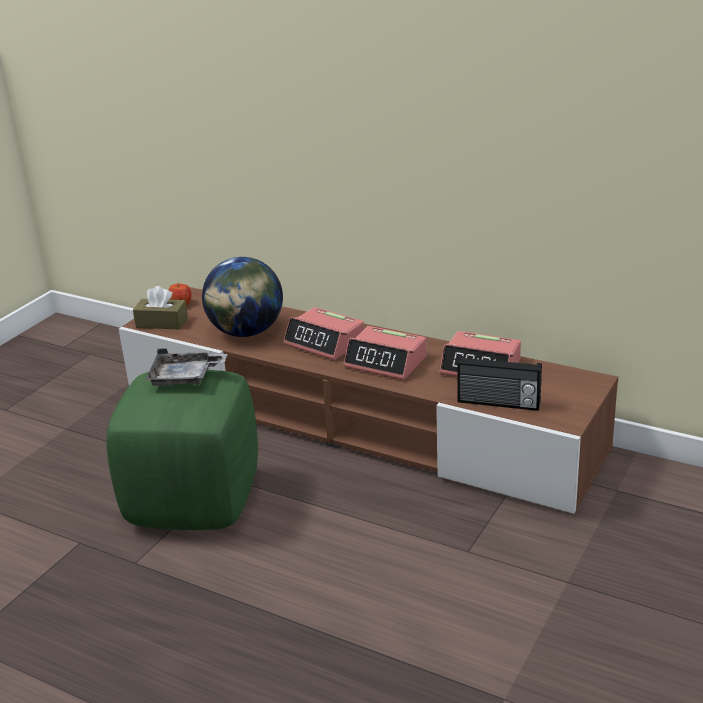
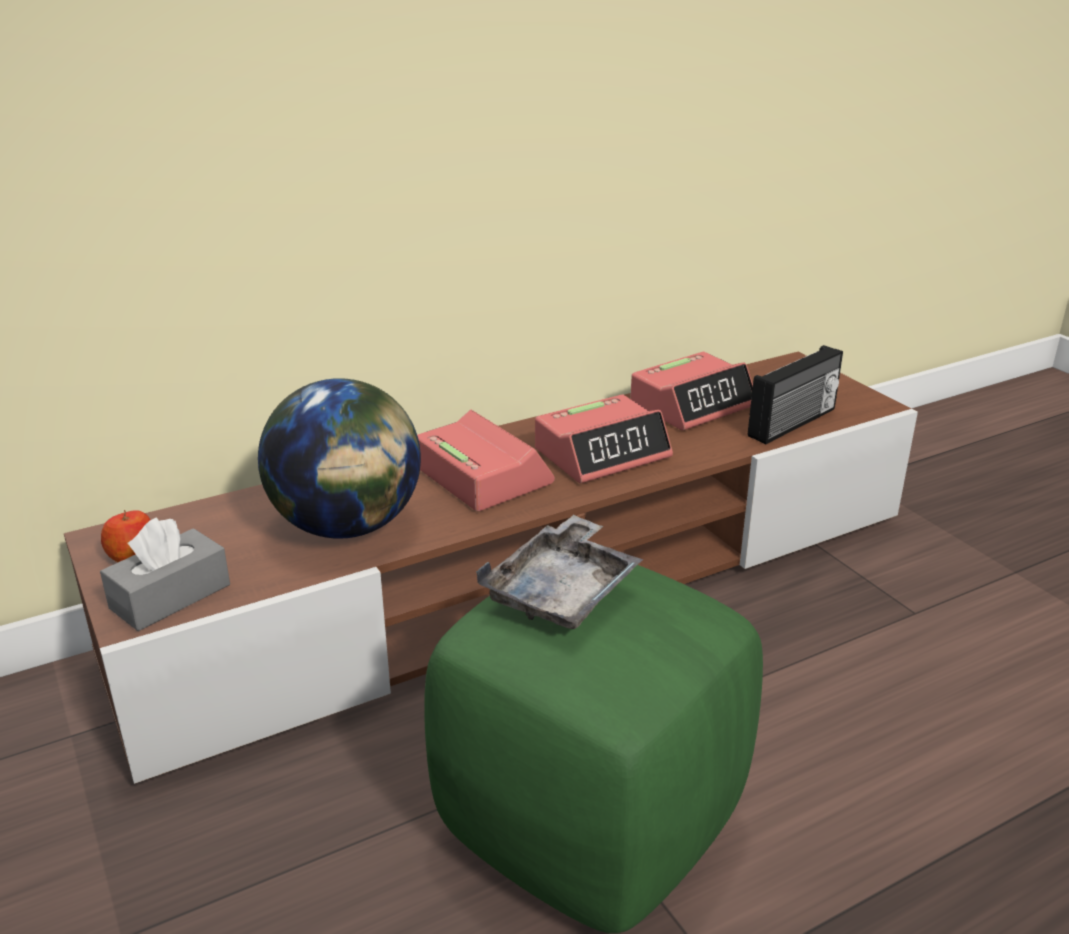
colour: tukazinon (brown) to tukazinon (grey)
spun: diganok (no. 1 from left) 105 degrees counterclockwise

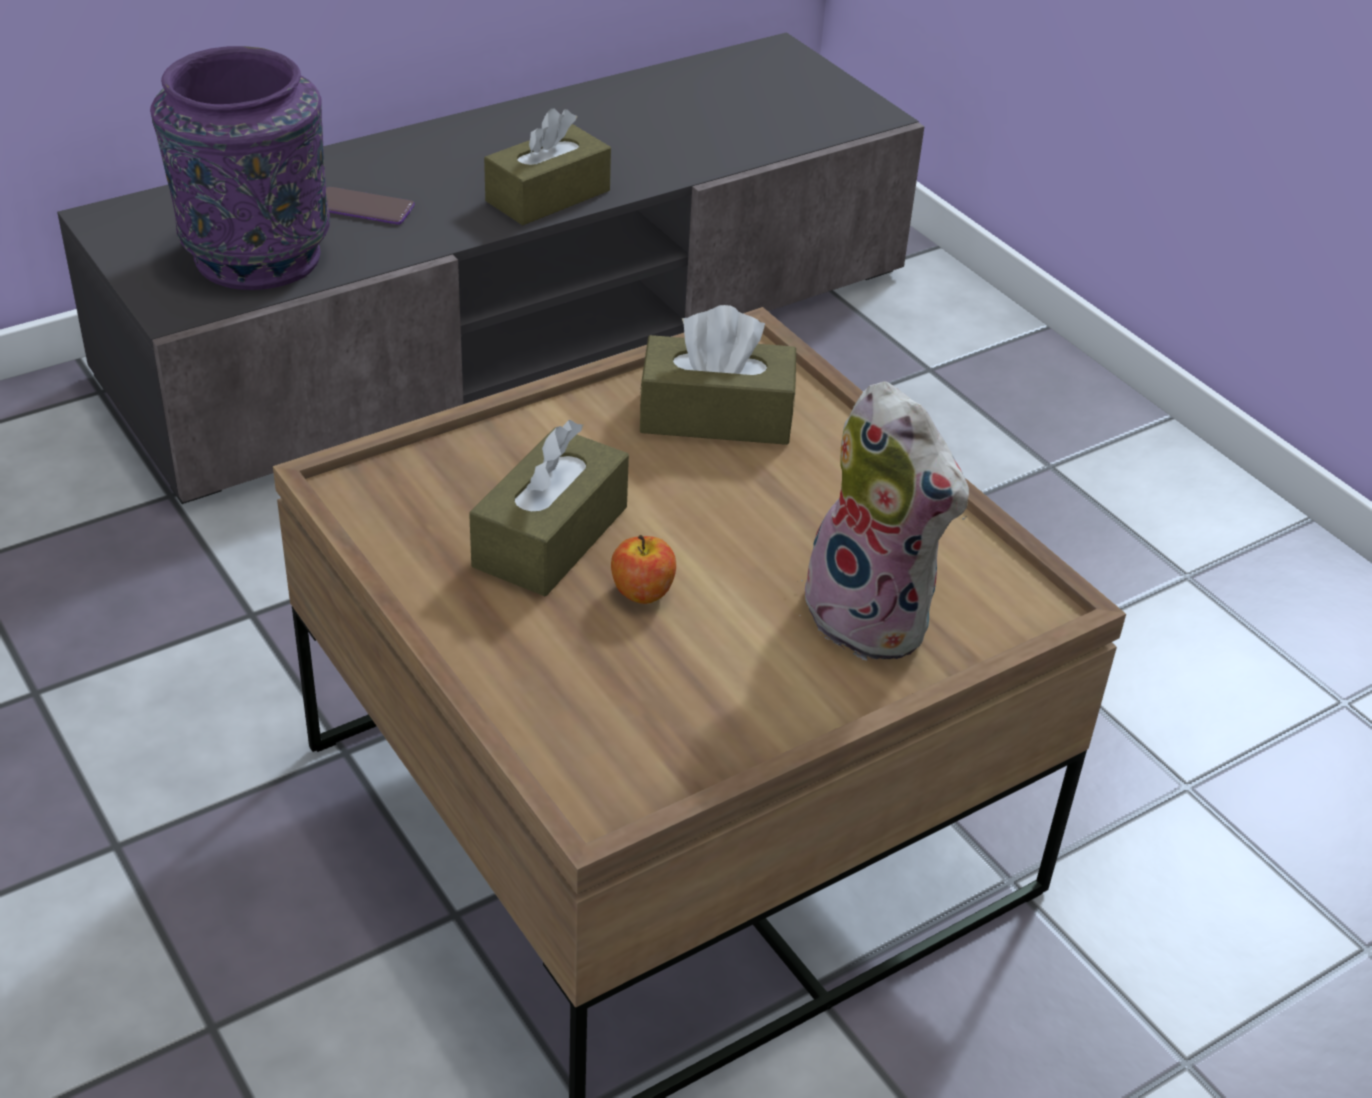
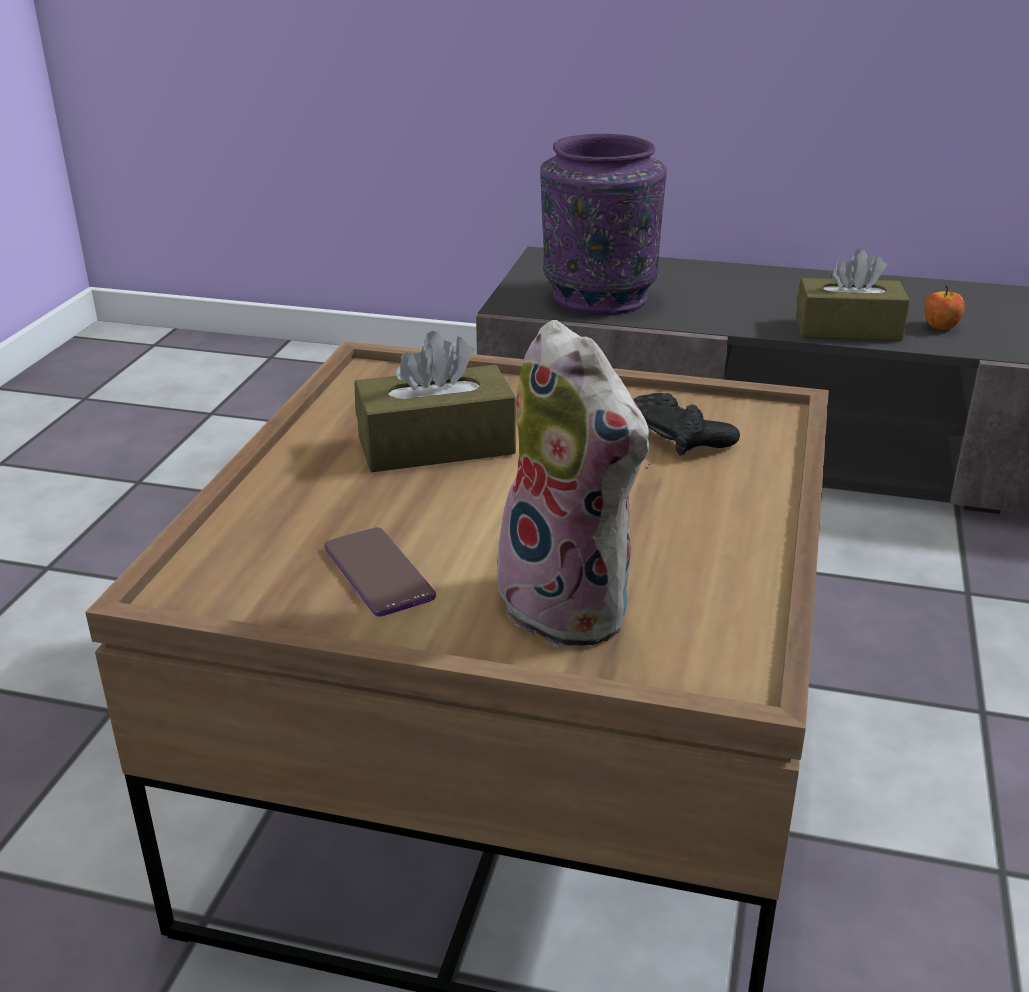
relocated: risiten; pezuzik
exchanged: tukazinon (brown) (no. 3 from left) to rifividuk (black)
spun: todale 45 degrees counterclockwise

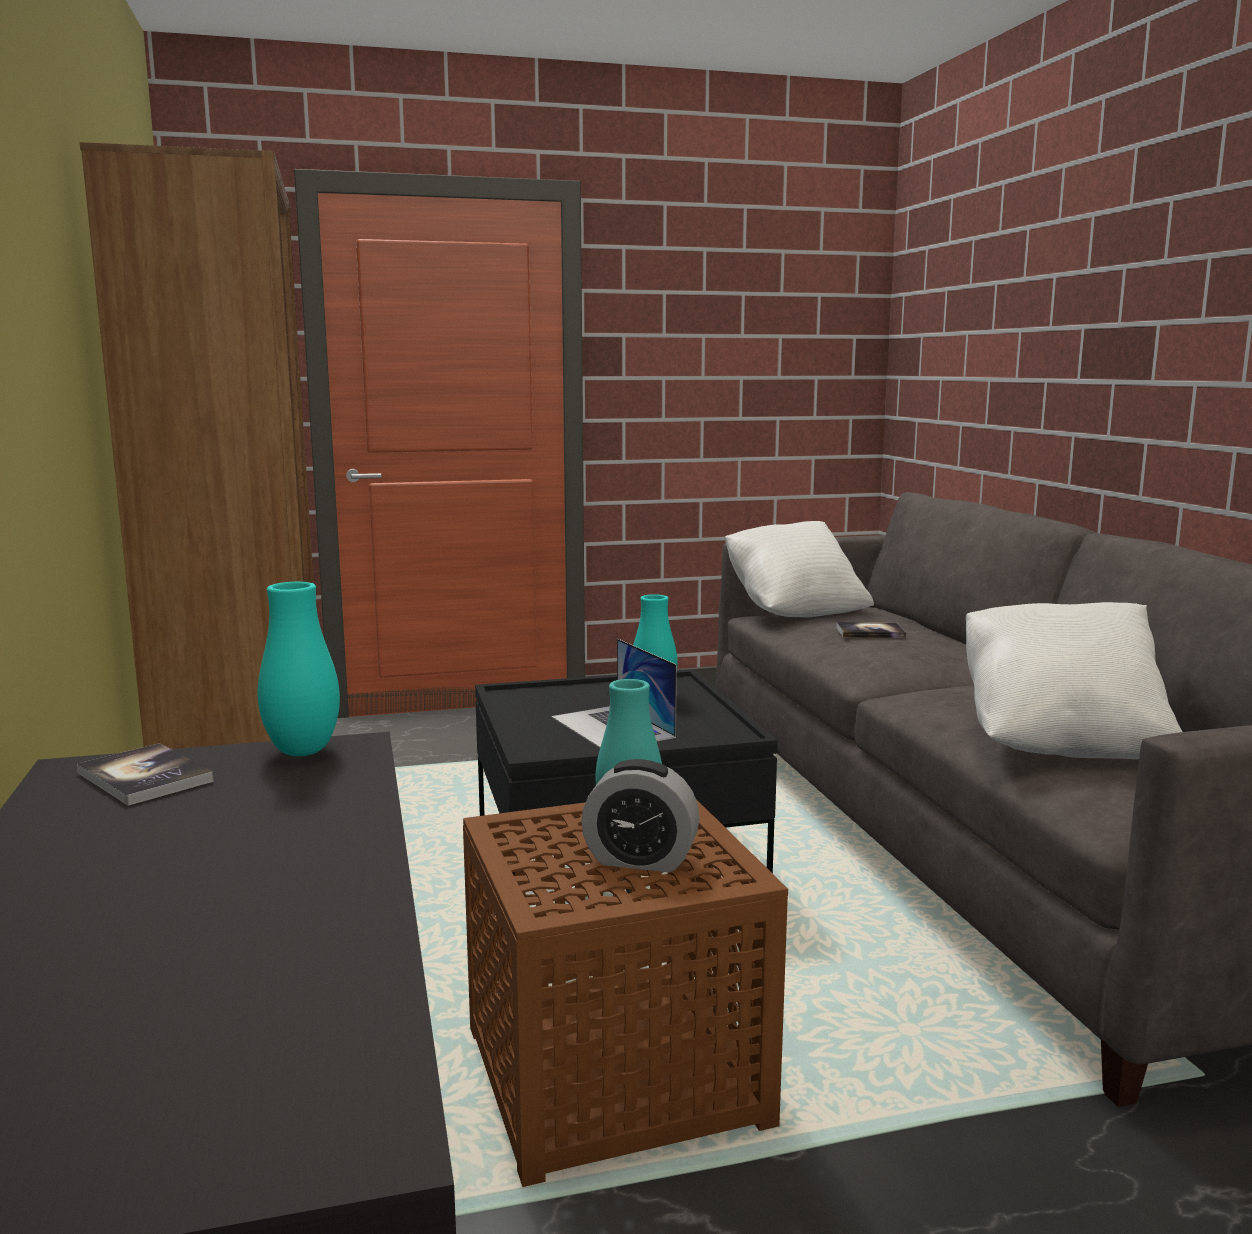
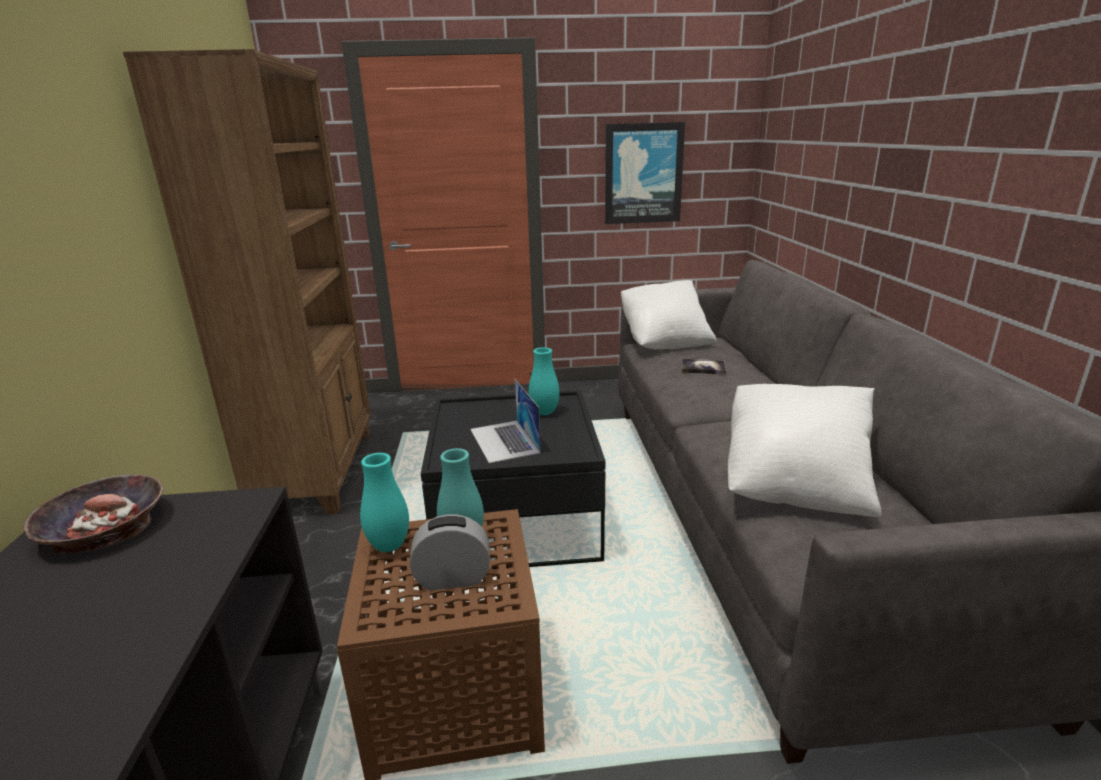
appeared: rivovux
relocated: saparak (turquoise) (no. 1 from left)
exchanged: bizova (no. 1 from left) to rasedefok
spun: diganok 150 degrees clockwise

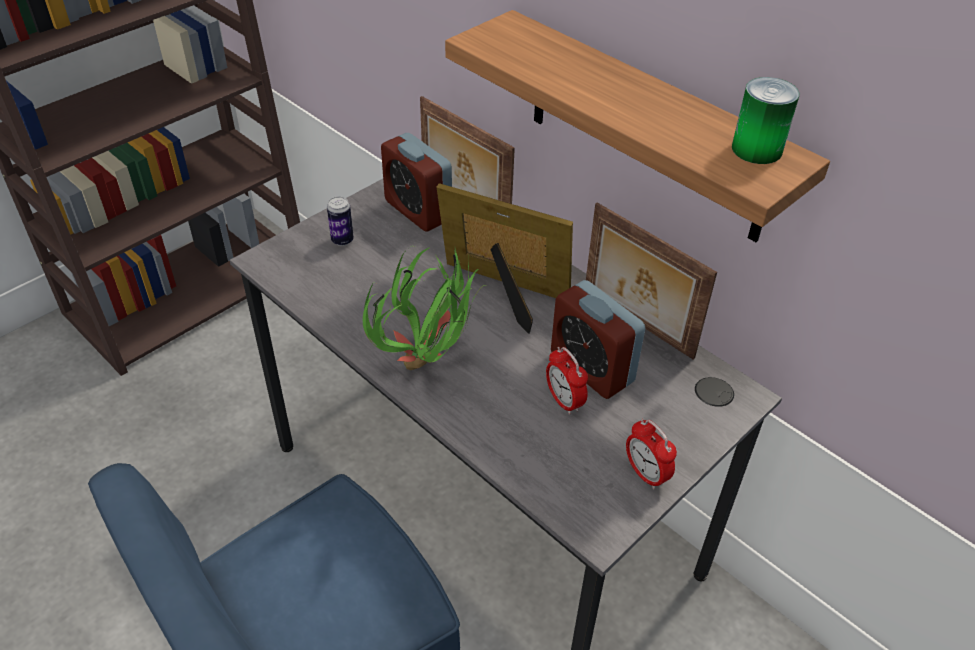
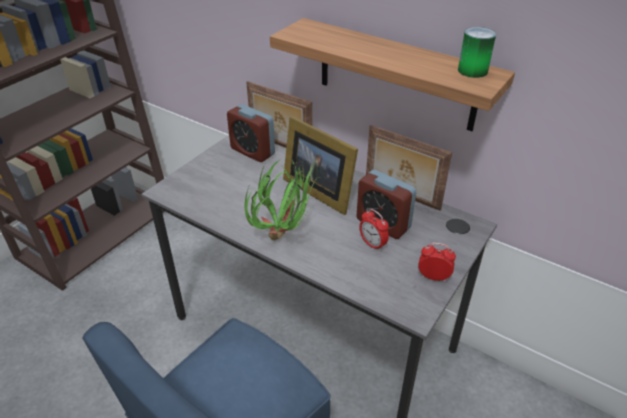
missing: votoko (no. 1 from left)
spun: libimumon (no. 2 from left) 150 degrees counterclockwise; diganok (no. 4 from left) 150 degrees clockwise

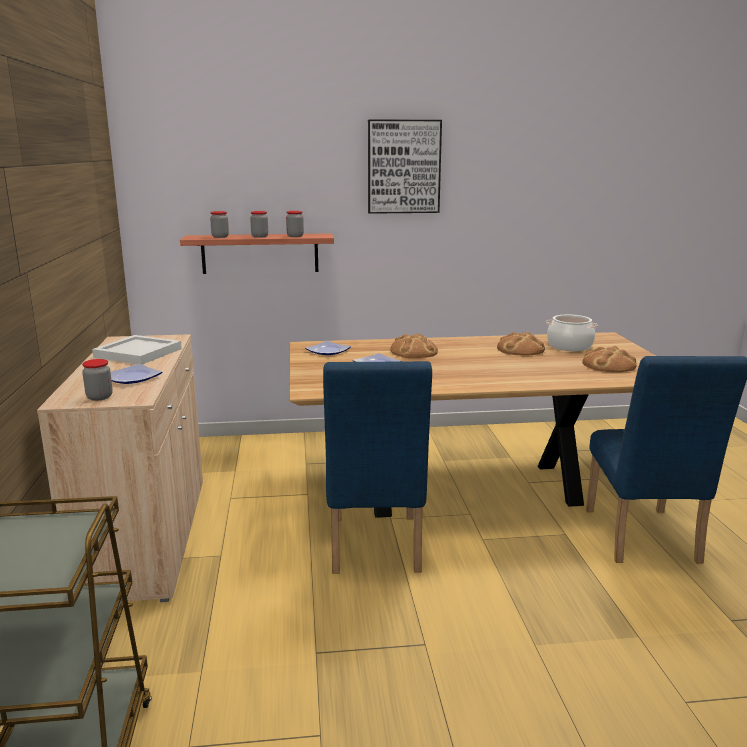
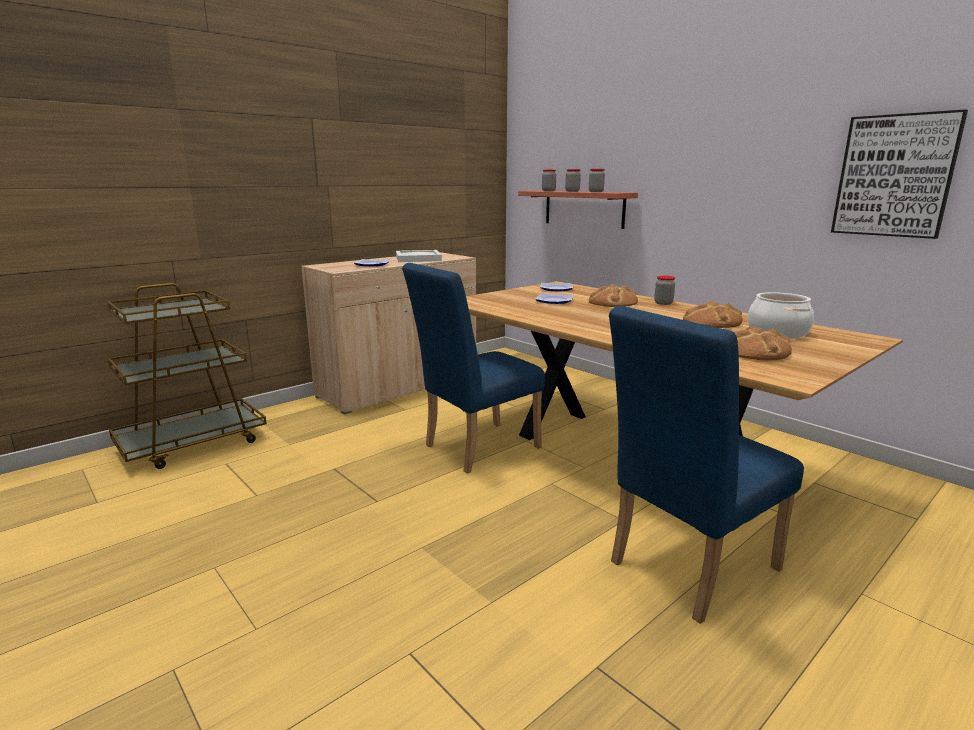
relocated: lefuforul (no. 1 from left in the first image) to lefuforul (no. 4 from left); rivovux

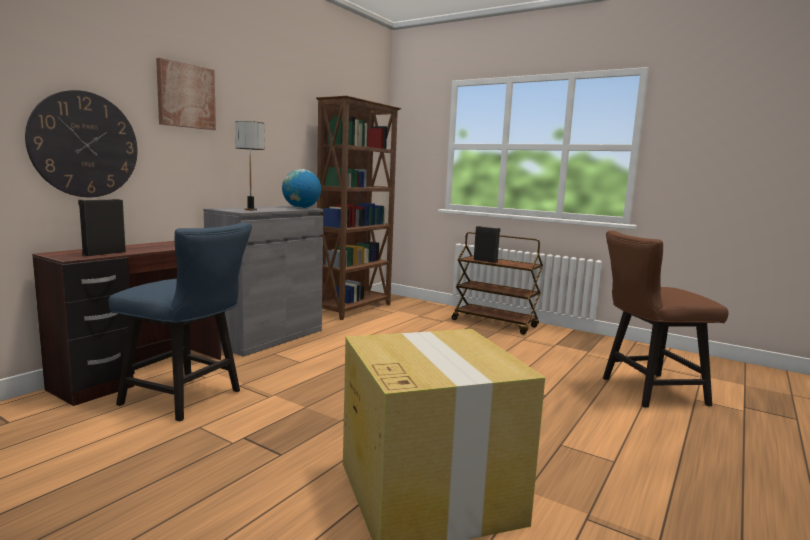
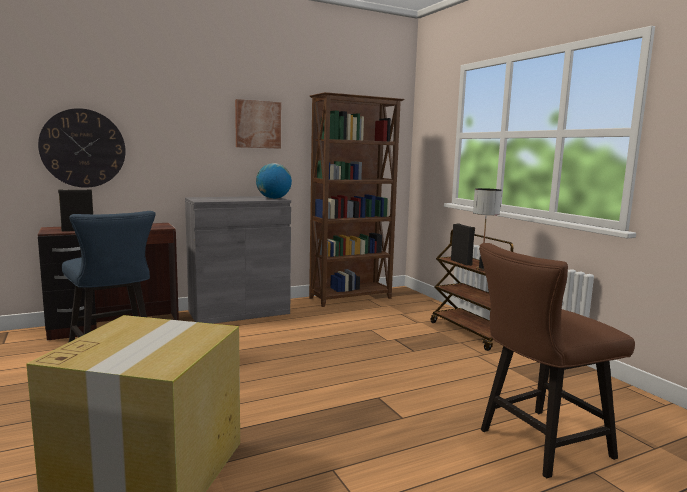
relocated: rivovux; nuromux
spun: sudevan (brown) 45 degrees counterclockwise

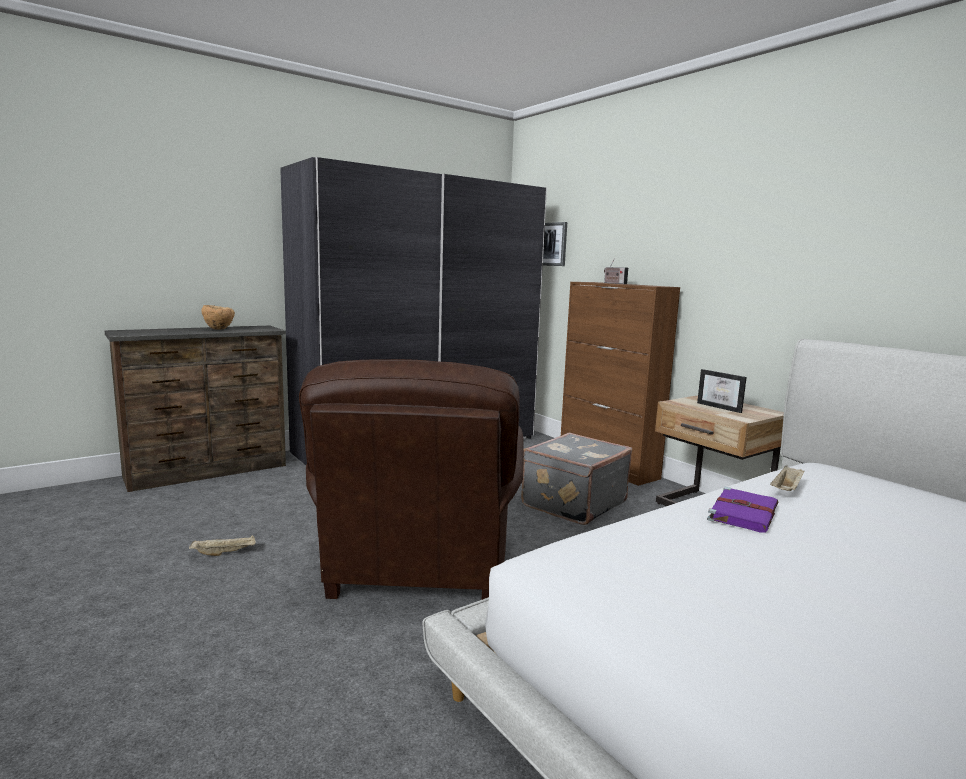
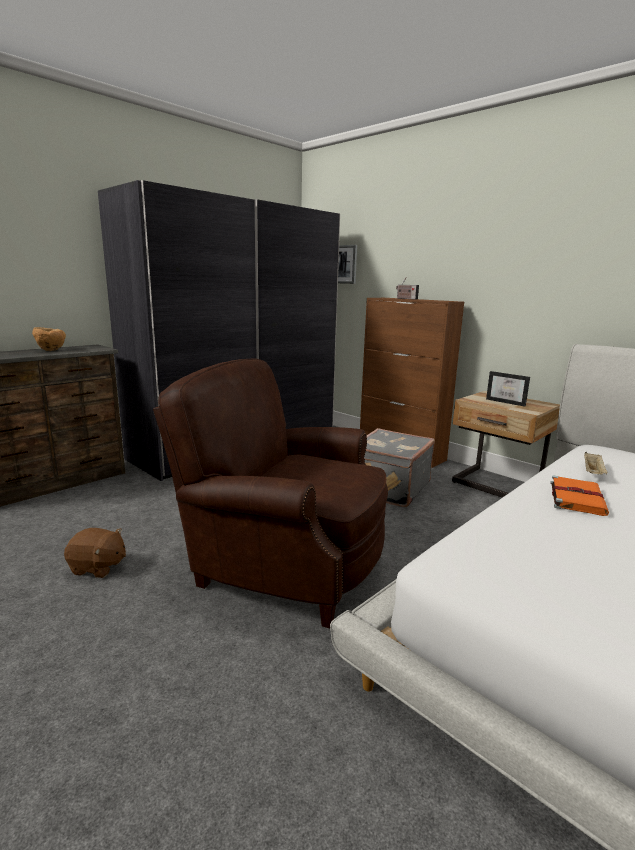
exchanged: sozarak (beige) (no. 1 from left) to todale (brown)
colour: bizova (purple) to bizova (orange)
spun: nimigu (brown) 120 degrees clockwise

